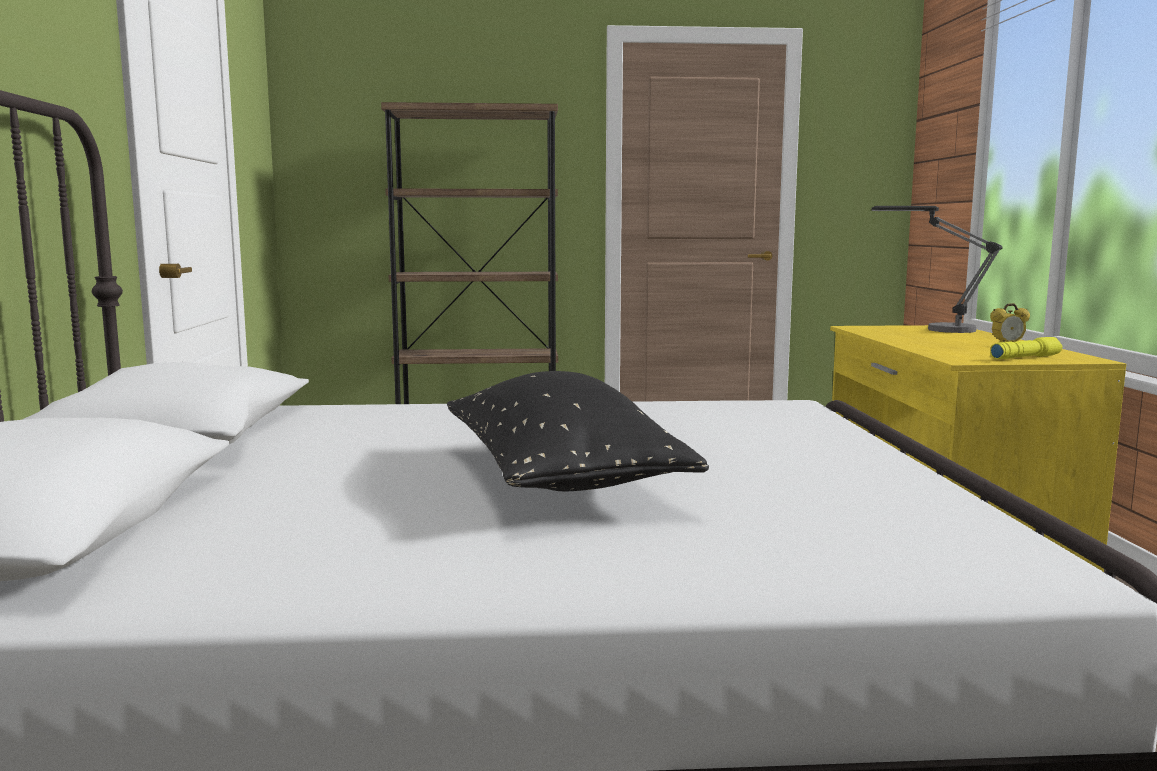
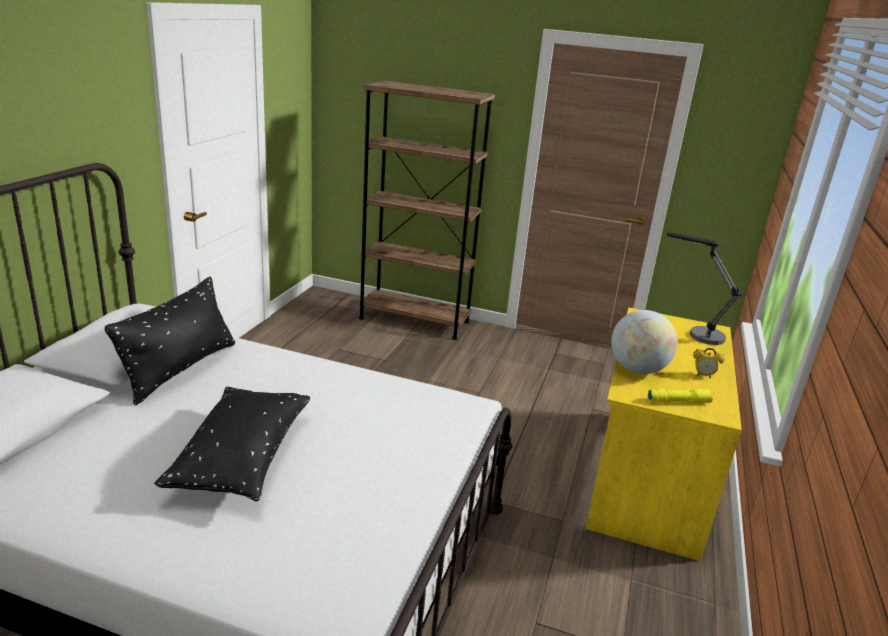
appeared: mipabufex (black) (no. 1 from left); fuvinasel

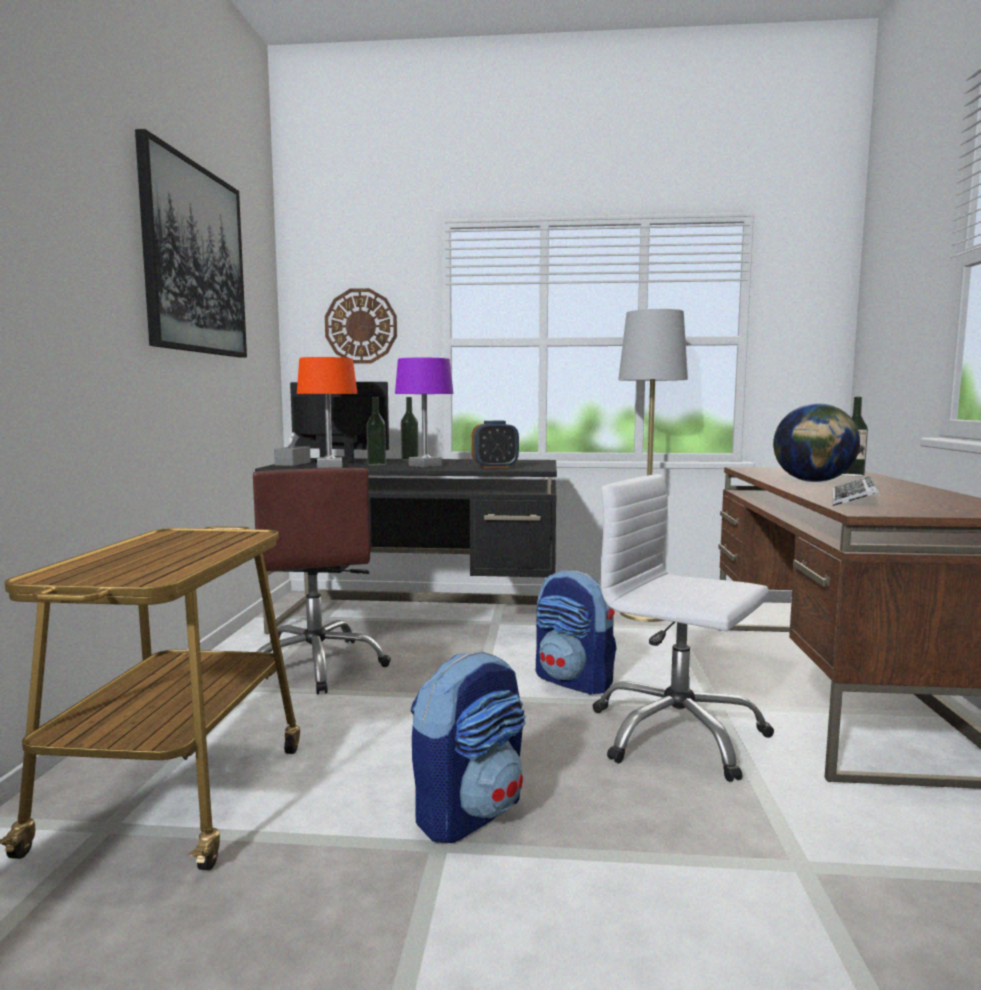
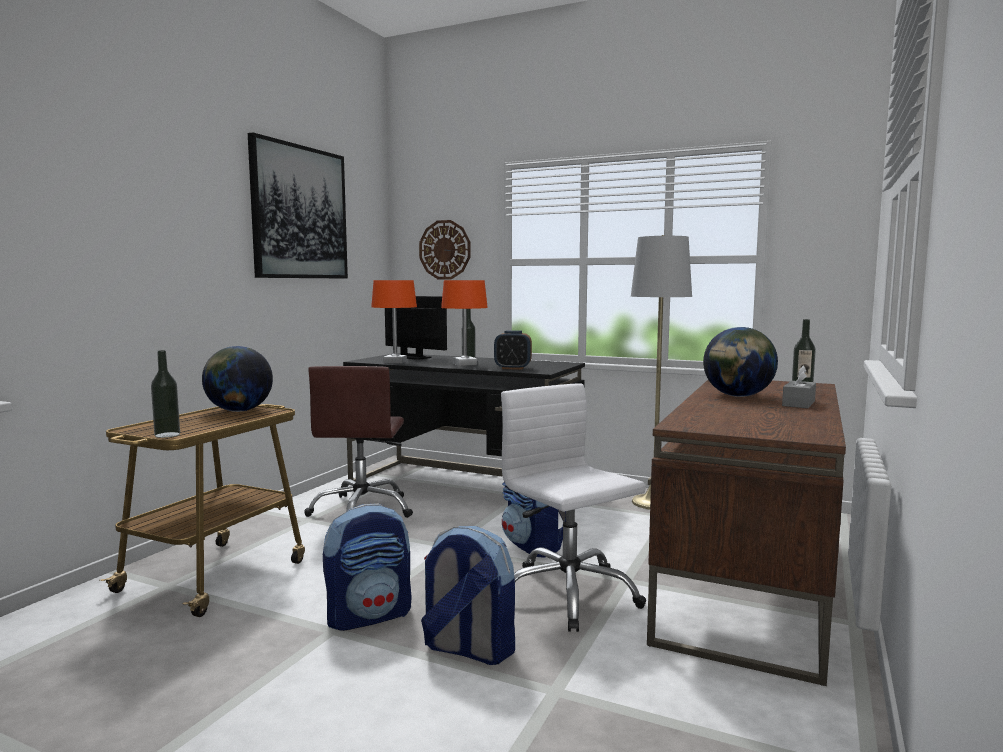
missing: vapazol
appeared: fuvinasel (no. 1 from left); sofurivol (no. 2 from left)
relocated: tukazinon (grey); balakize (no. 1 from left)
colour: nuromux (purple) to nuromux (orange) (no. 2 from left)

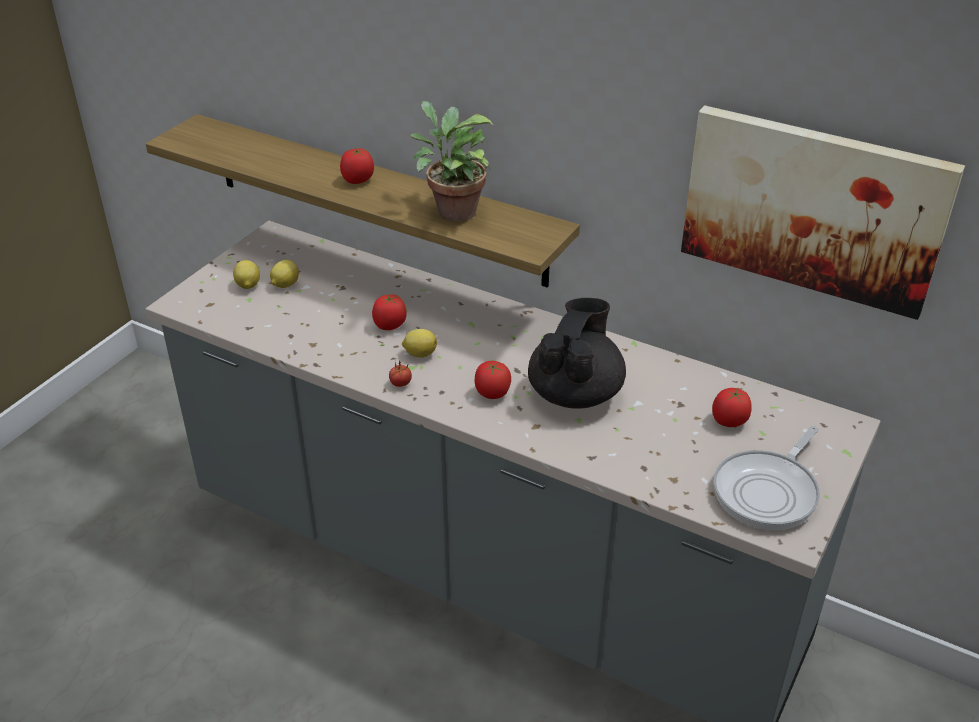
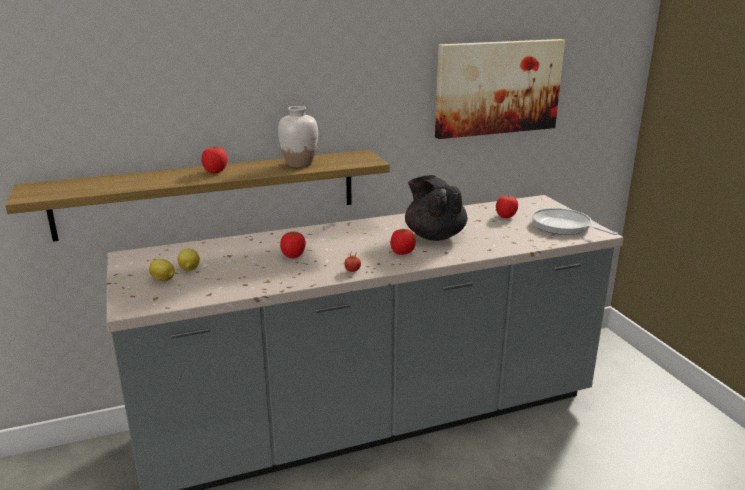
missing: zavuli (no. 3 from left)
exchanged: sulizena to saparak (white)
spun: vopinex 150 degrees clockwise

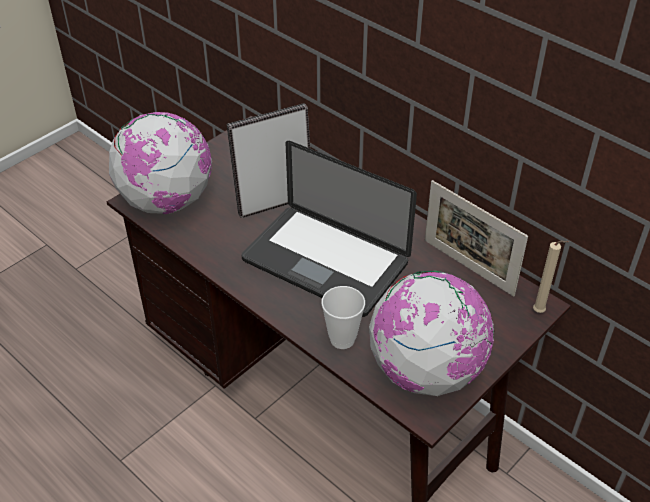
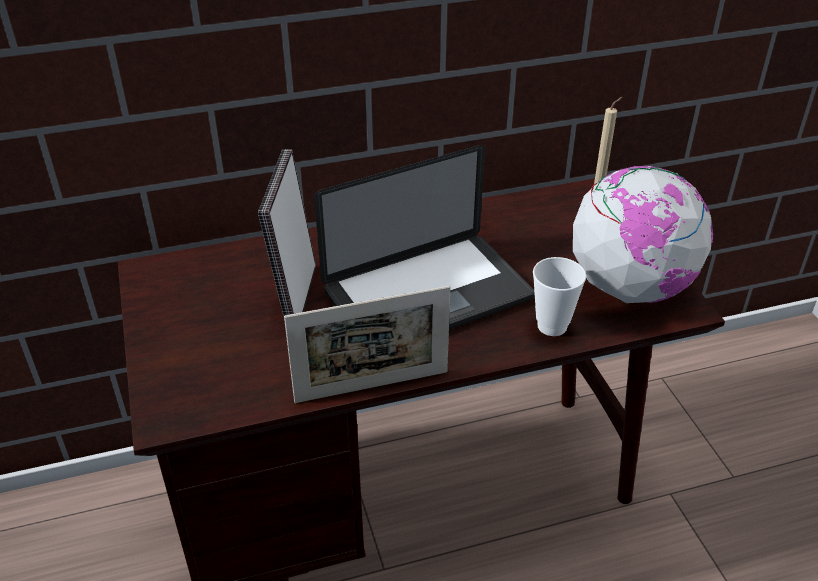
missing: fuvinasel (no. 1 from left)
relocated: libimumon (no. 2 from left)

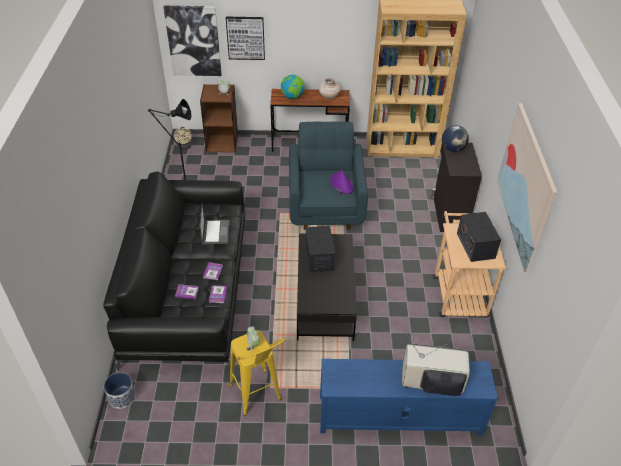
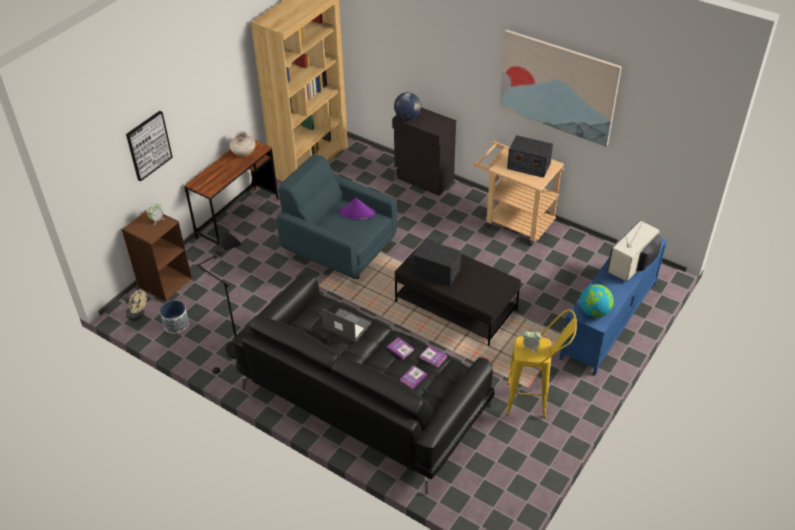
missing: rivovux (no. 1 from left)
relocated: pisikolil; fuvinasel (no. 1 from left in the first image) to fuvinasel (no. 2 from left)

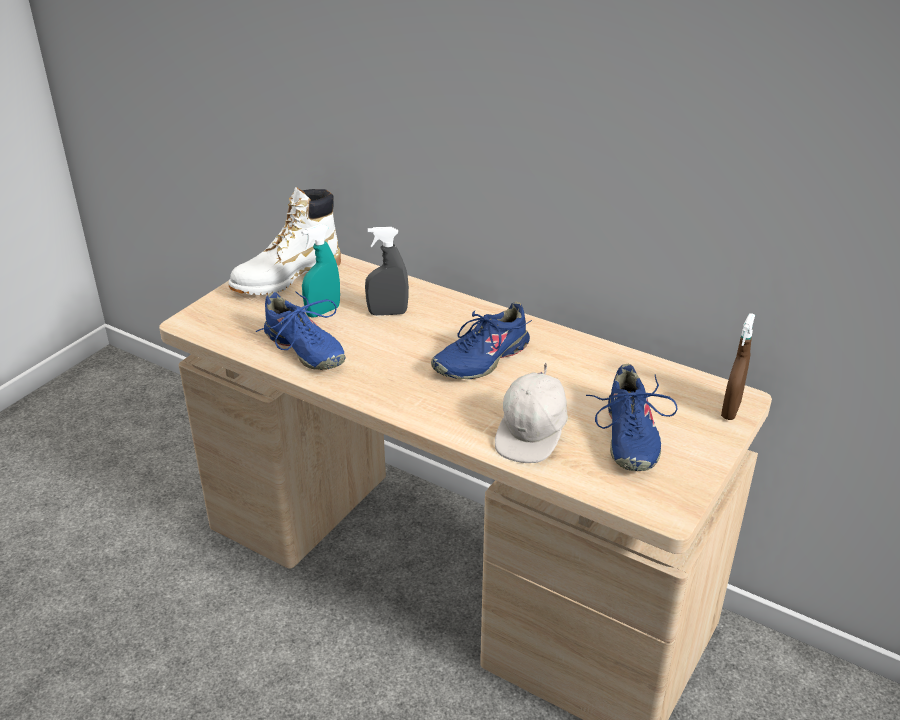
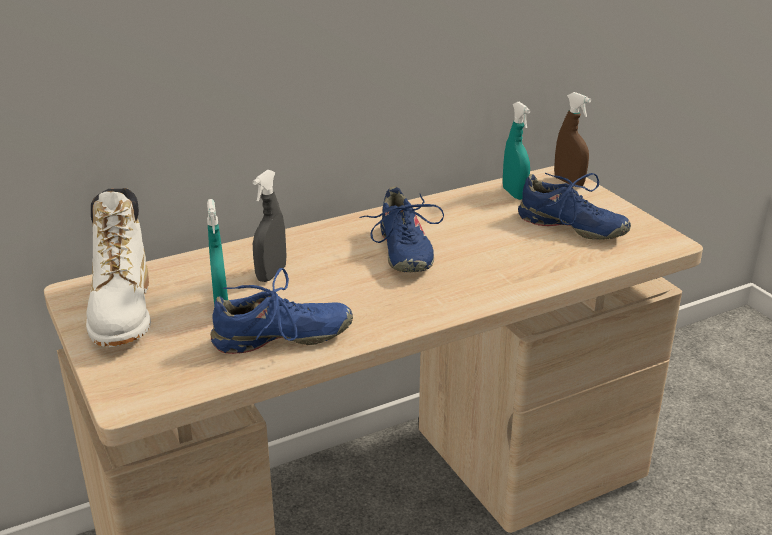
missing: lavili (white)
appeared: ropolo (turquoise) (no. 2 from left)

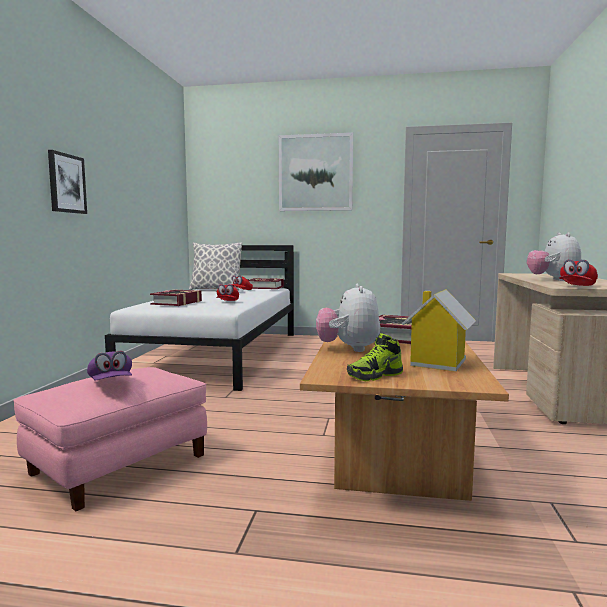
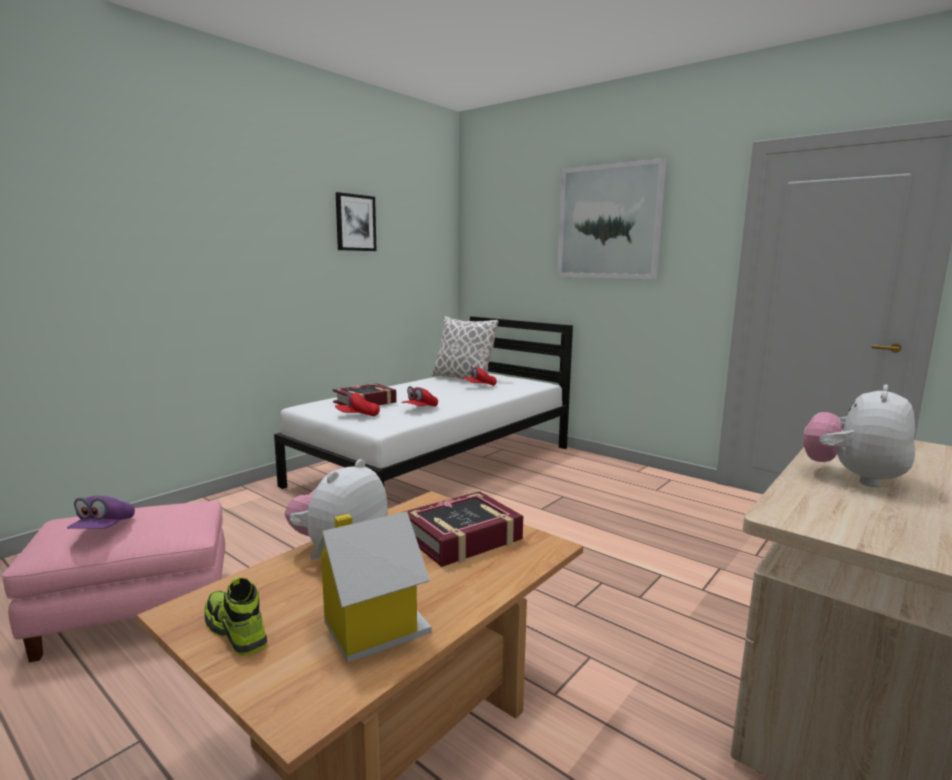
missing: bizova (no. 2 from left)
relocated: rivovux (no. 1 from left); lavili (red) (no. 3 from left in the first image) to lavili (red) (no. 1 from left)
spun: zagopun 45 degrees clockwise

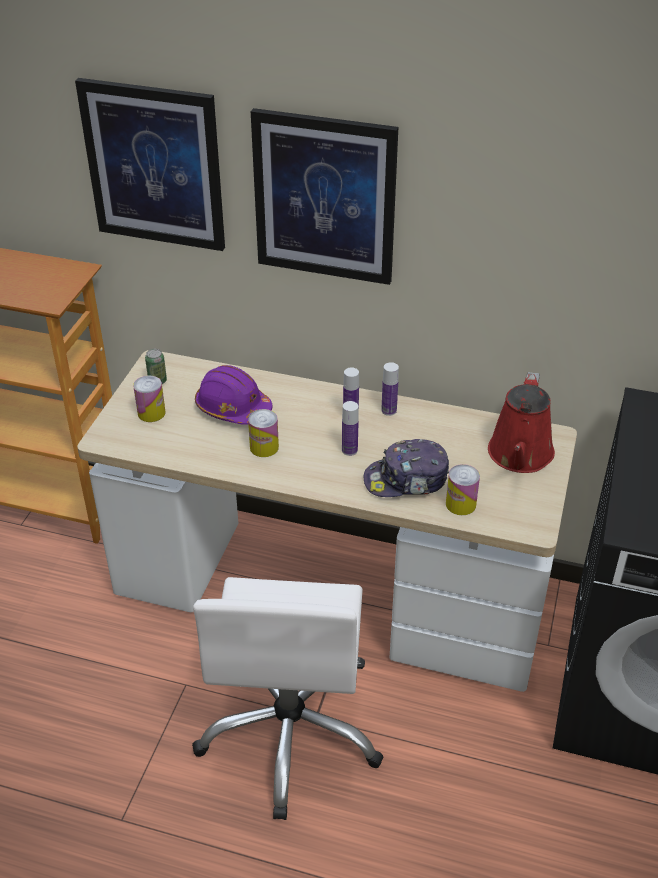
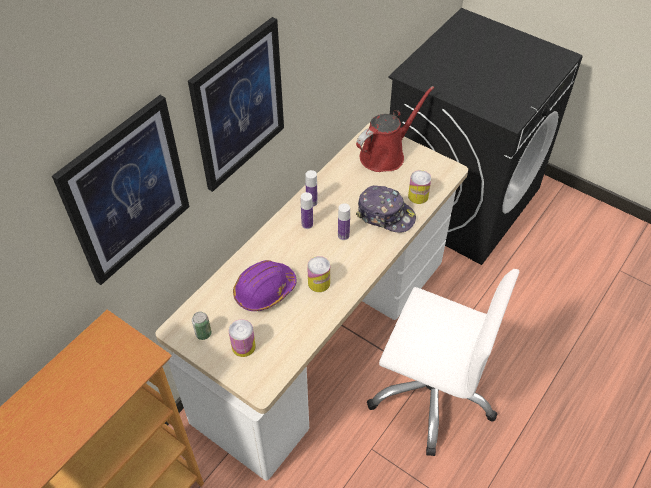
spun: lavili 75 degrees counterclockwise; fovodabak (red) 75 degrees counterclockwise

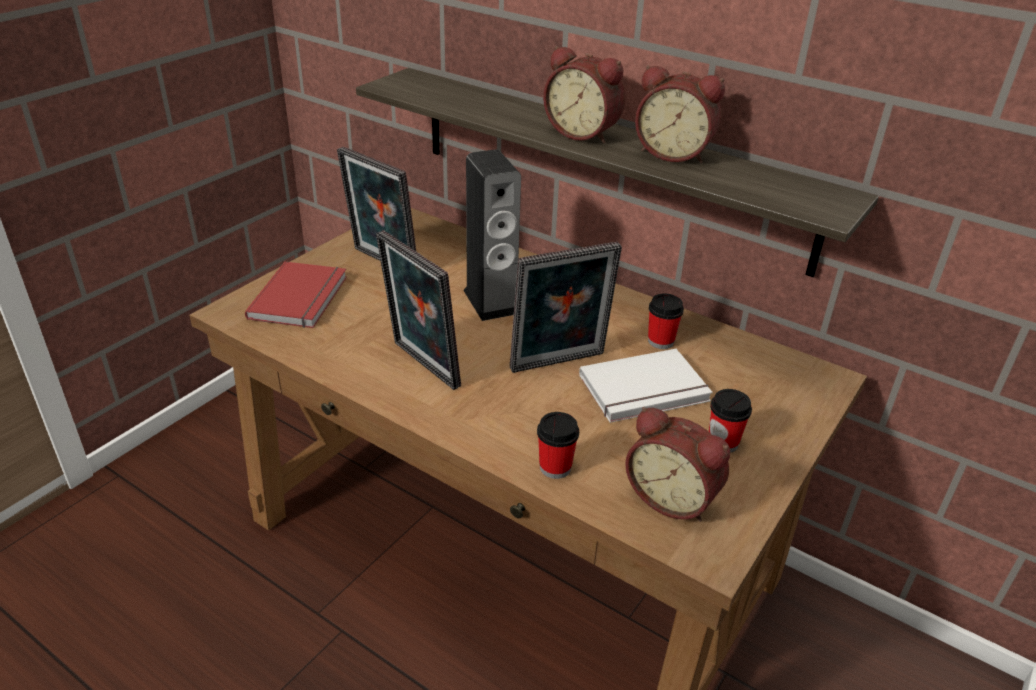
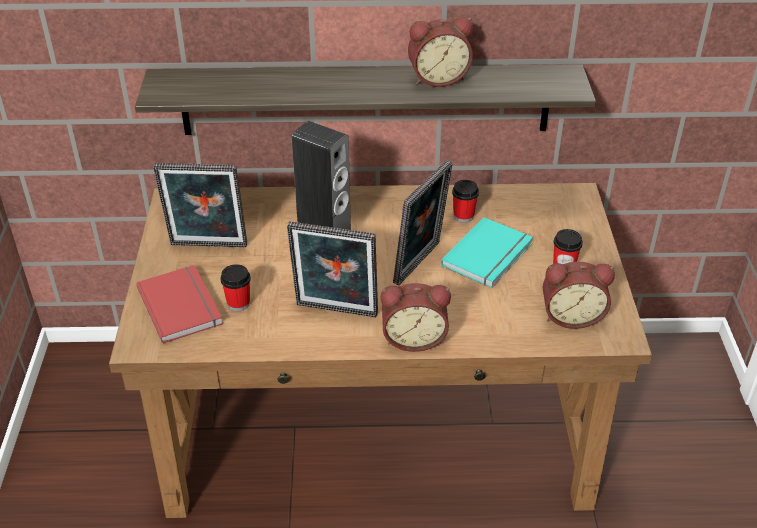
relocated: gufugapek (no. 1 from left); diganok (no. 1 from left)
colour: bizova (white) to bizova (turquoise)

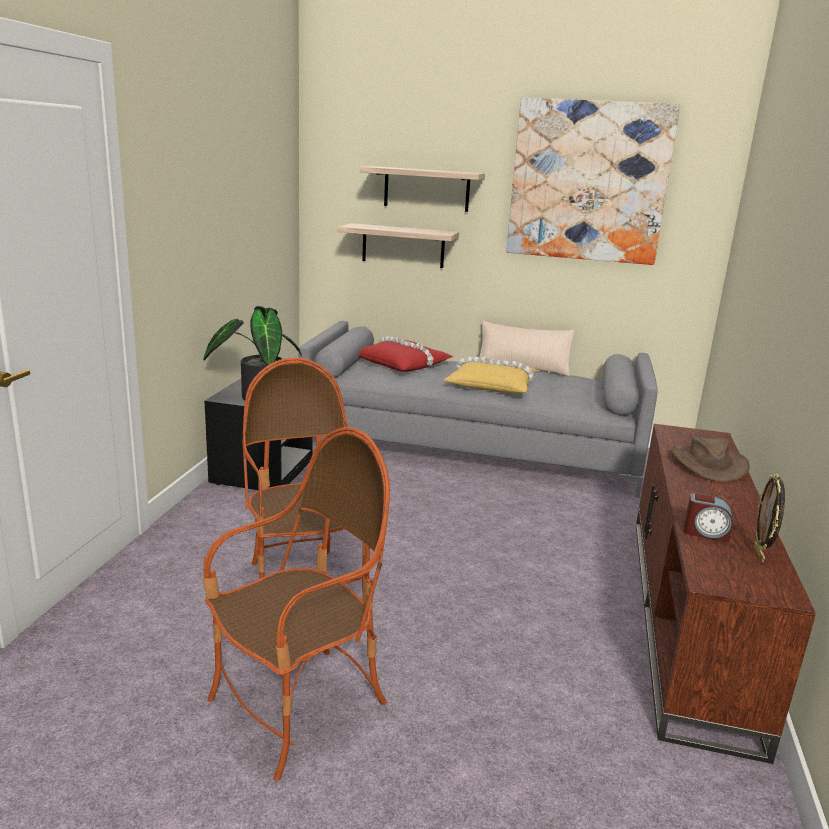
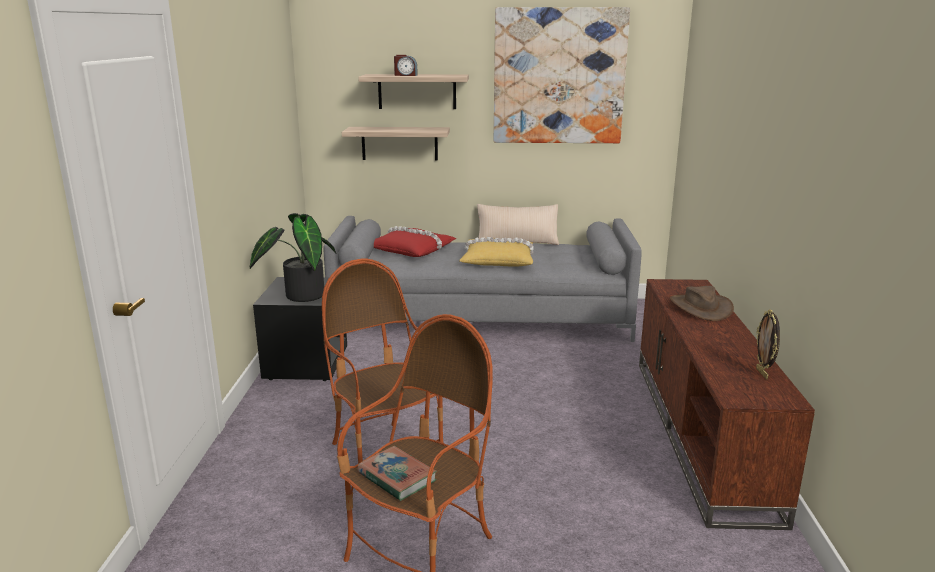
appeared: bizova
relocated: diganok

